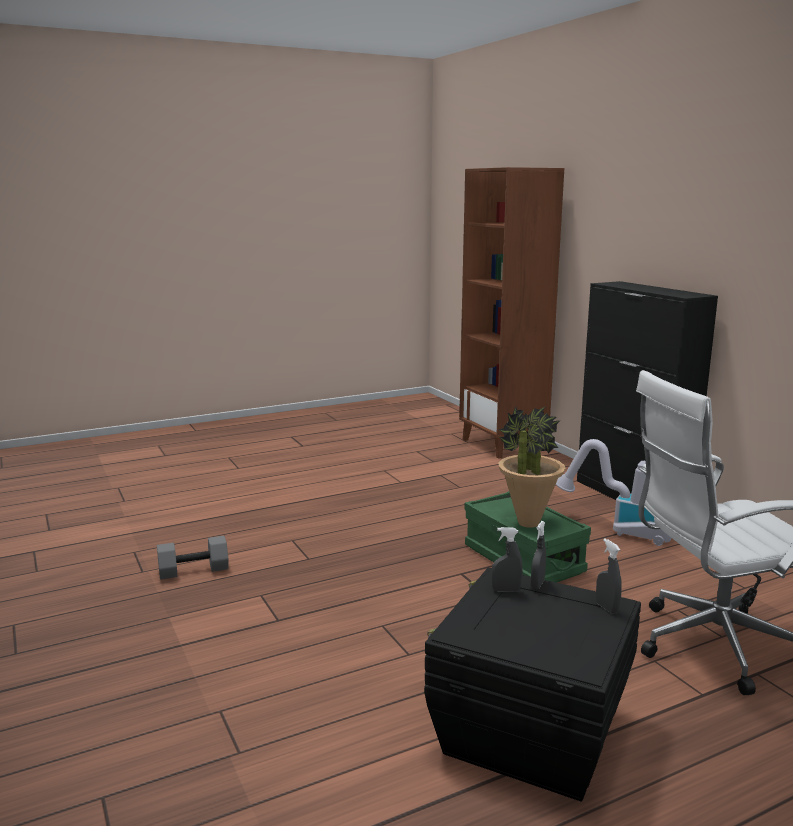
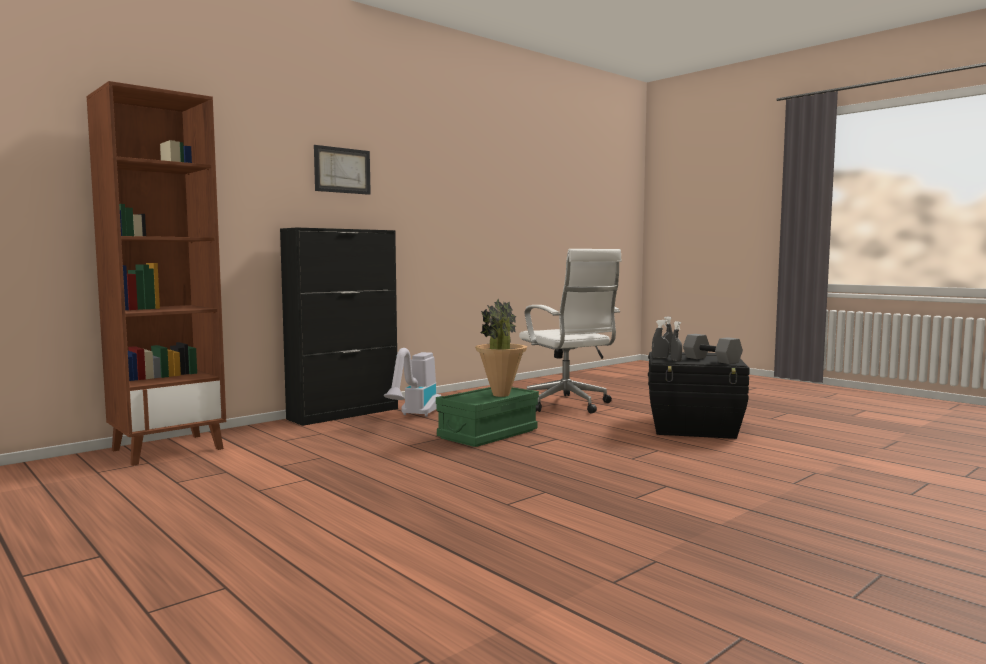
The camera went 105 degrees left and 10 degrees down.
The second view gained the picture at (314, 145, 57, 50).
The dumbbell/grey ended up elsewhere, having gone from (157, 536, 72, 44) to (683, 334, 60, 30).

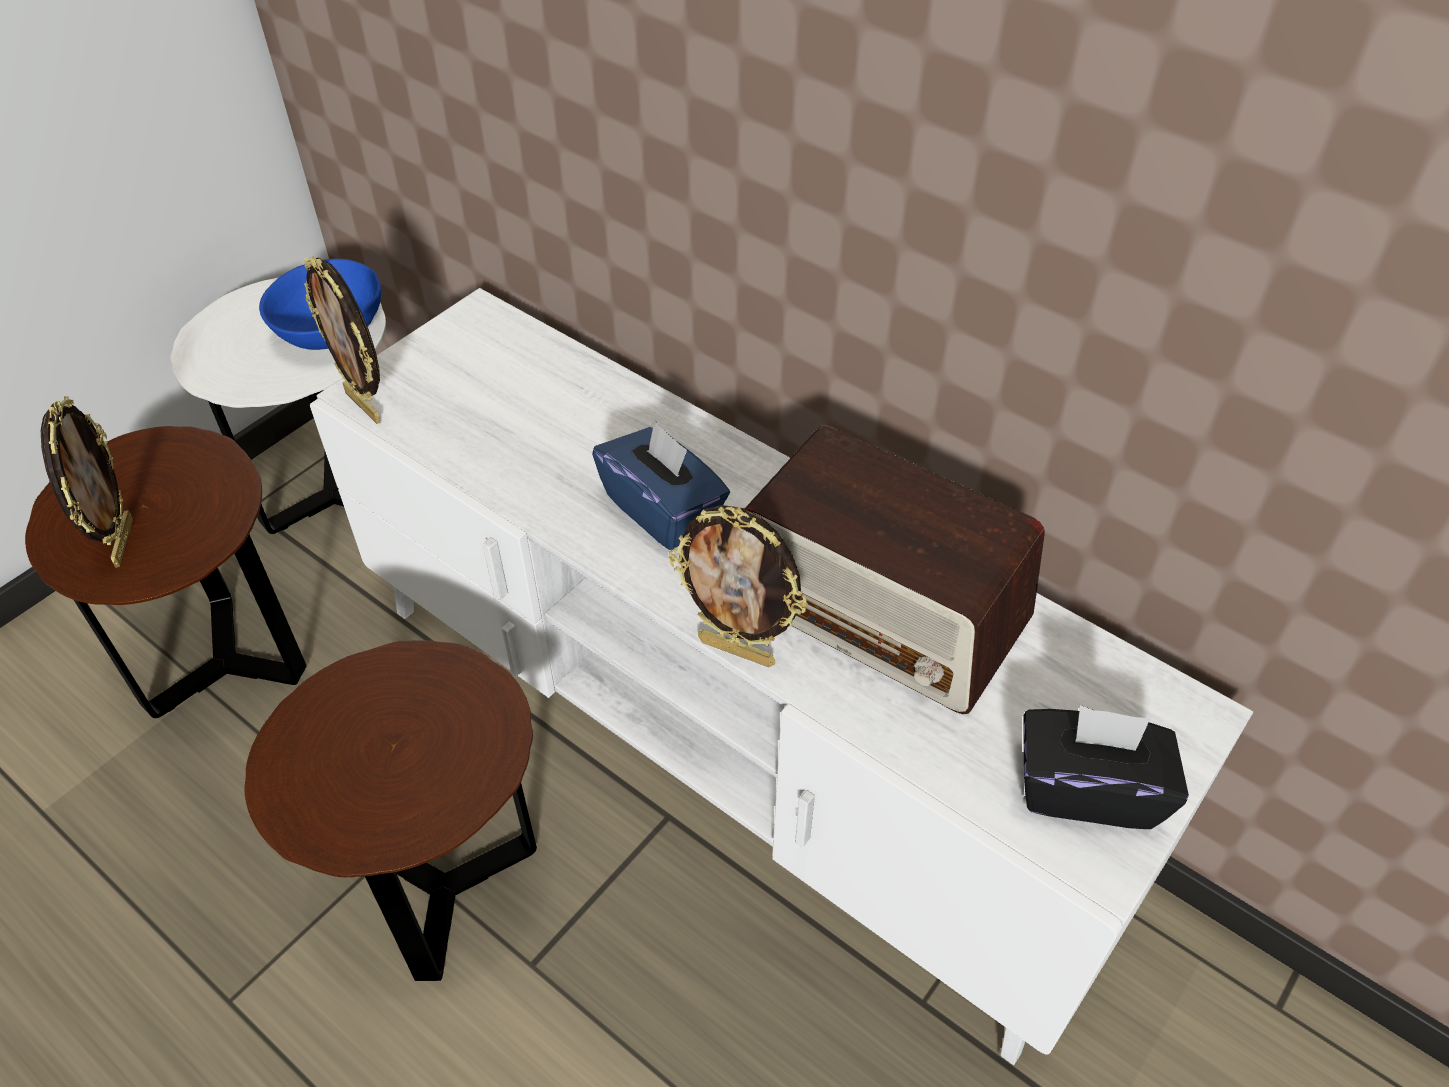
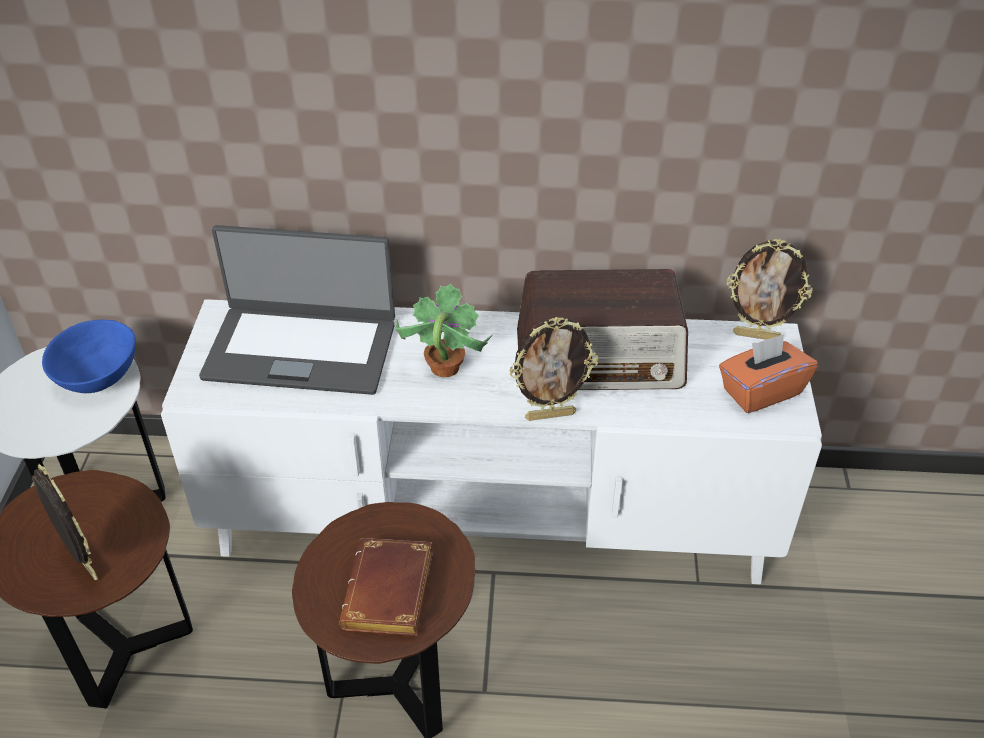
The camera went 35 degrees left and 5 degrees down.
The second view gained the laptop at (199, 225, 196, 170).
The second view gained the book/brown at (339, 538, 95, 98).
Where the tissue box/blue stood at (592, 420, 138, 130), the potted plant came to stand at (396, 284, 97, 93).
What was the tissue box/black at (1023, 705, 166, 124) turned into the tissue box/orange at (719, 334, 99, 79).
The picture frame ended up elsewhere, having gone from (304, 256, 77, 168) to (727, 239, 86, 101).

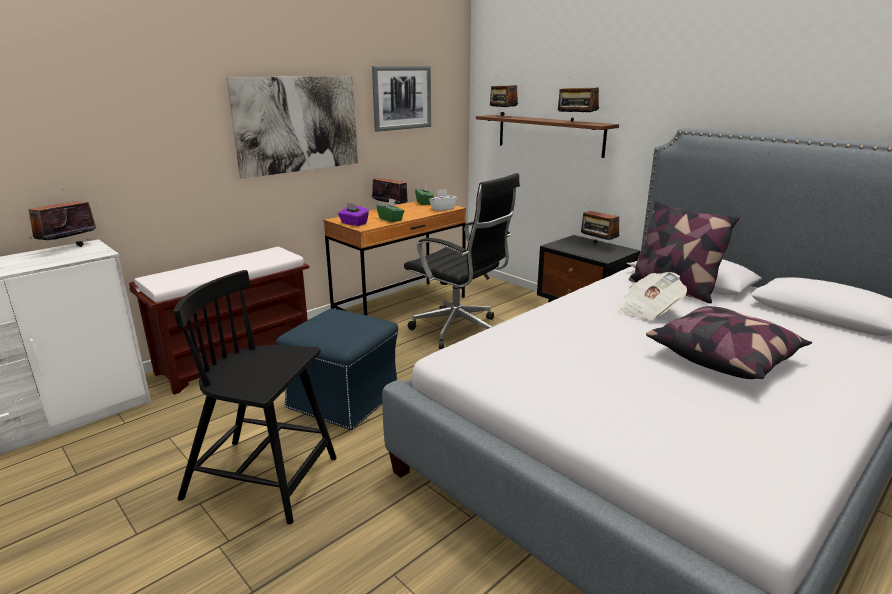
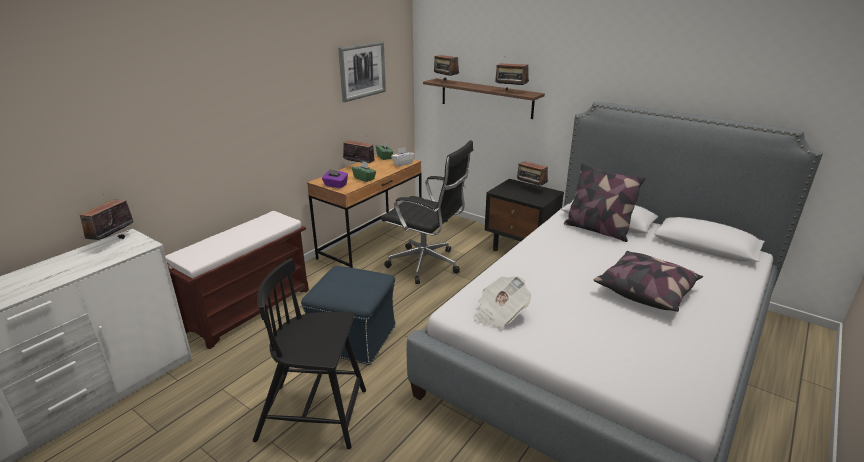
The camera went 10 degrees left and 5 degrees up.
The newspaper ended up elsewhere, having gone from (619, 272, 68, 48) to (473, 276, 58, 52).
The second view lost the picture at (226, 76, 132, 103).

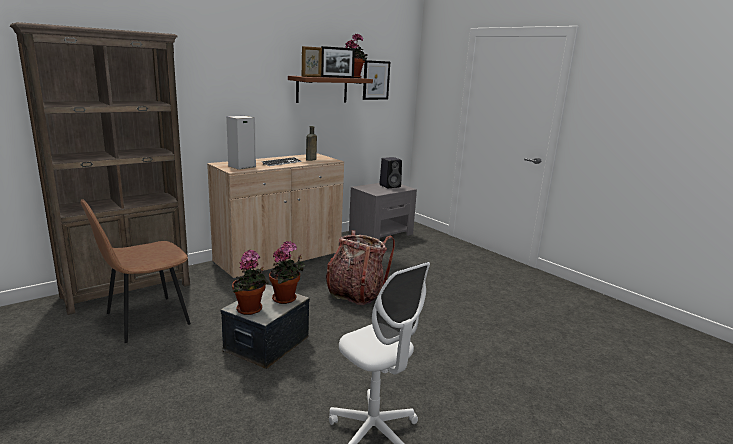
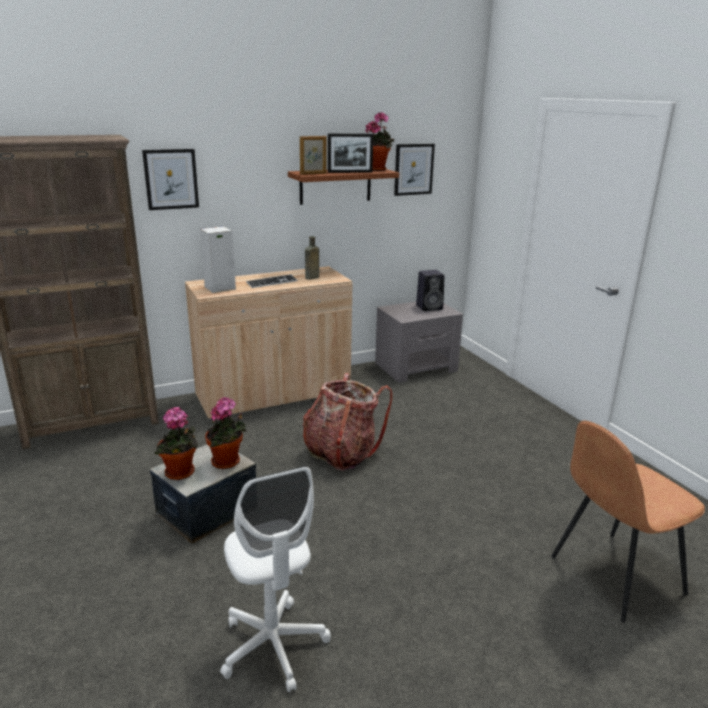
The camera went 15 degrees right and 5 degrees up.
The second view gained the picture at (142, 149, 57, 61).
The chair/brown ended up elsewhere, having gone from (80, 199, 111, 144) to (551, 420, 154, 203).

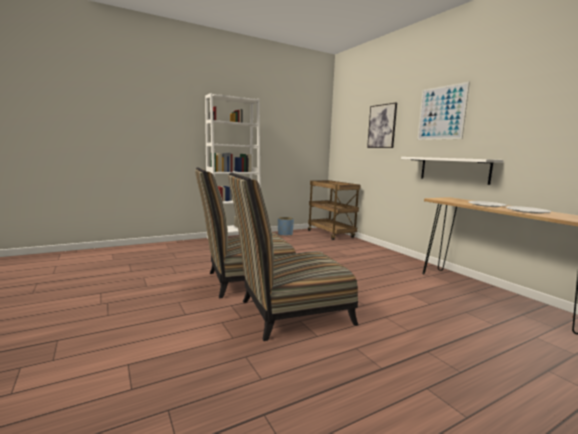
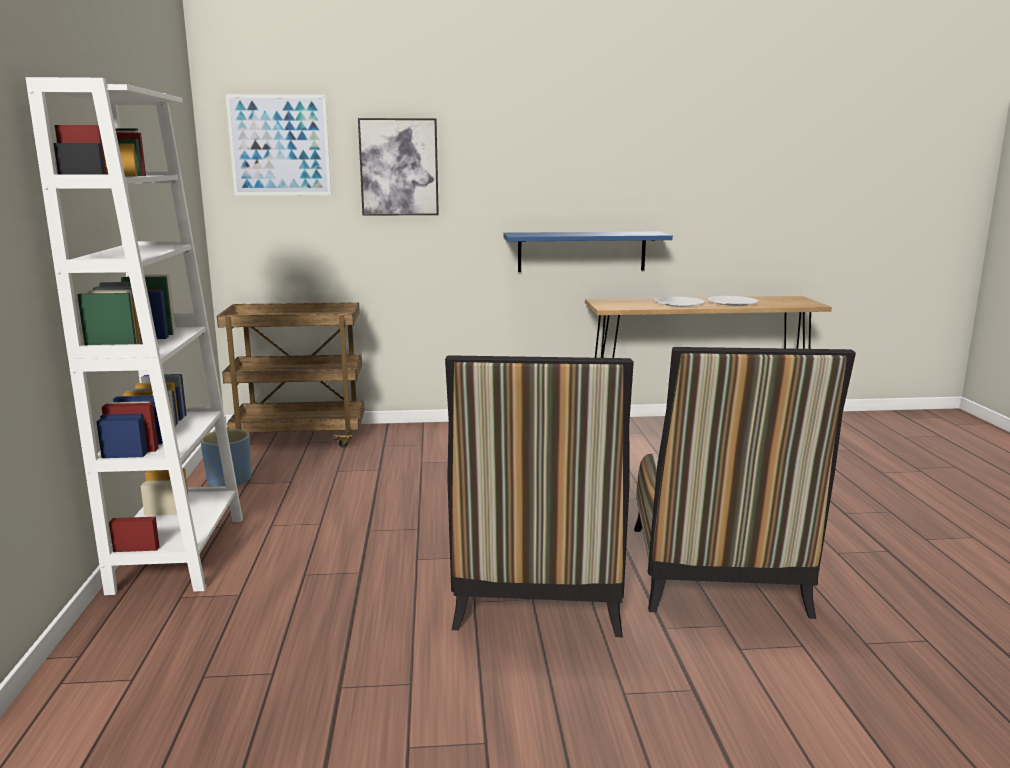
The camera went 65 degrees left and 5 degrees up.
The picture ended up elsewhere, having gone from (417, 82, 53, 58) to (226, 94, 105, 101).
What was the shelf/white at (401, 157, 102, 28) turned into the shelf/blue at (503, 232, 170, 40).

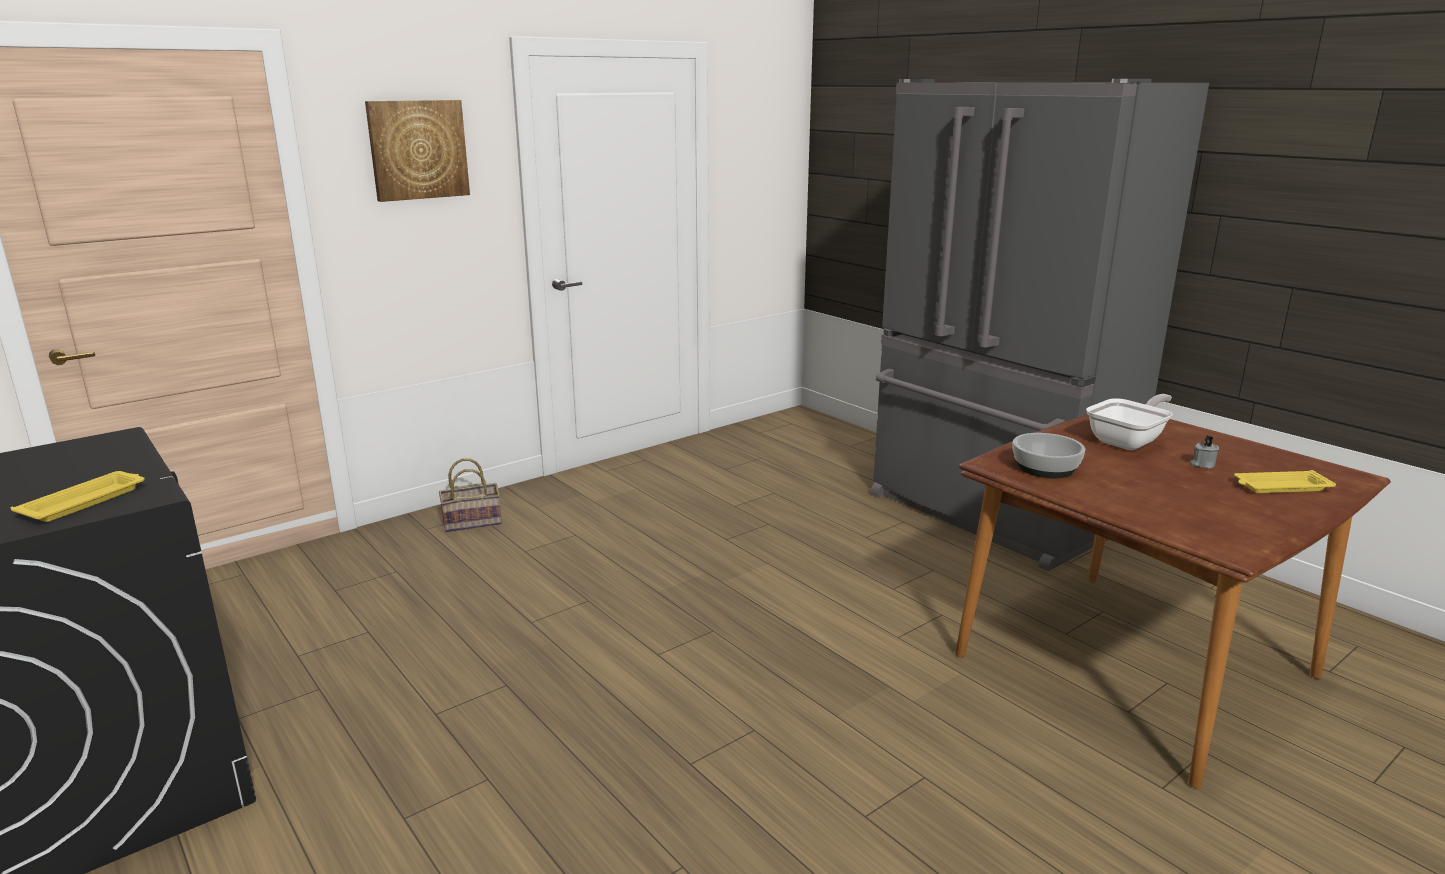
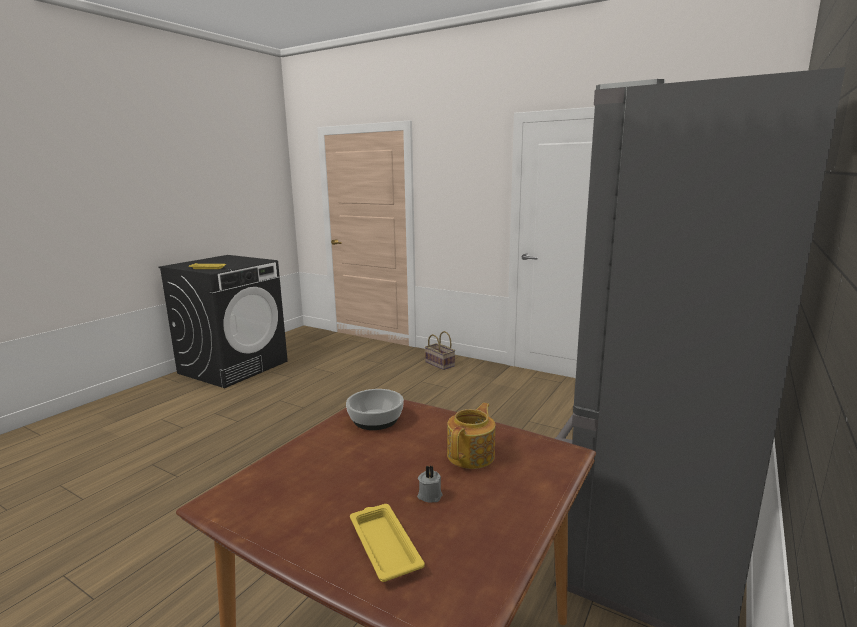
The camera went 70 degrees right and 5 degrees down.
Where the frying pan stood at (1086, 394, 87, 56), the teapot came to stand at (447, 403, 49, 66).
The second view lost the picture at (365, 100, 105, 102).

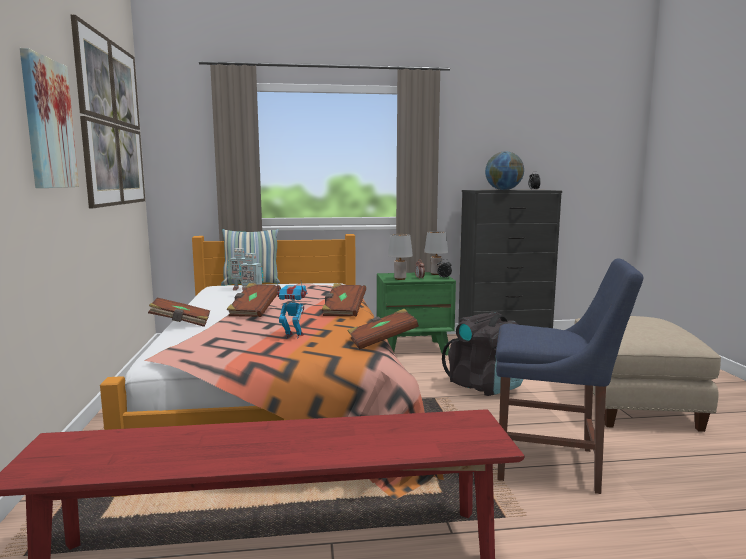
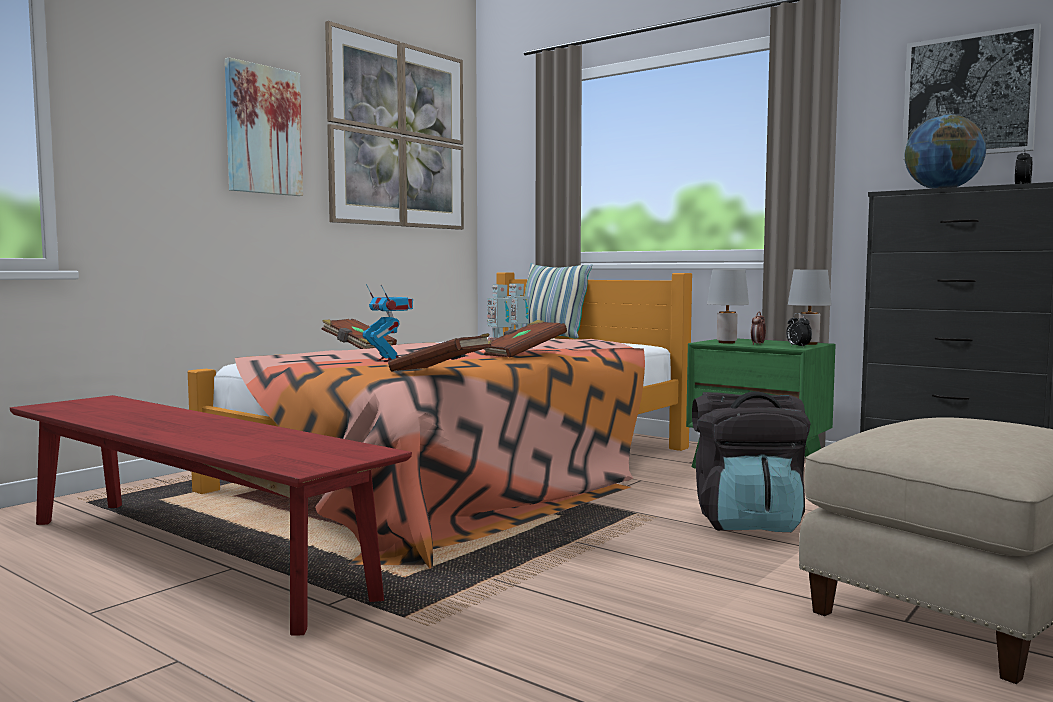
The camera went 45 degrees right and 5 degrees down.
The second view gained the picture at (902, 23, 139, 137).
The second view lost the book/brown at (226, 283, 55, 34).
The second view lost the chair/blue at (496, 259, 147, 235).

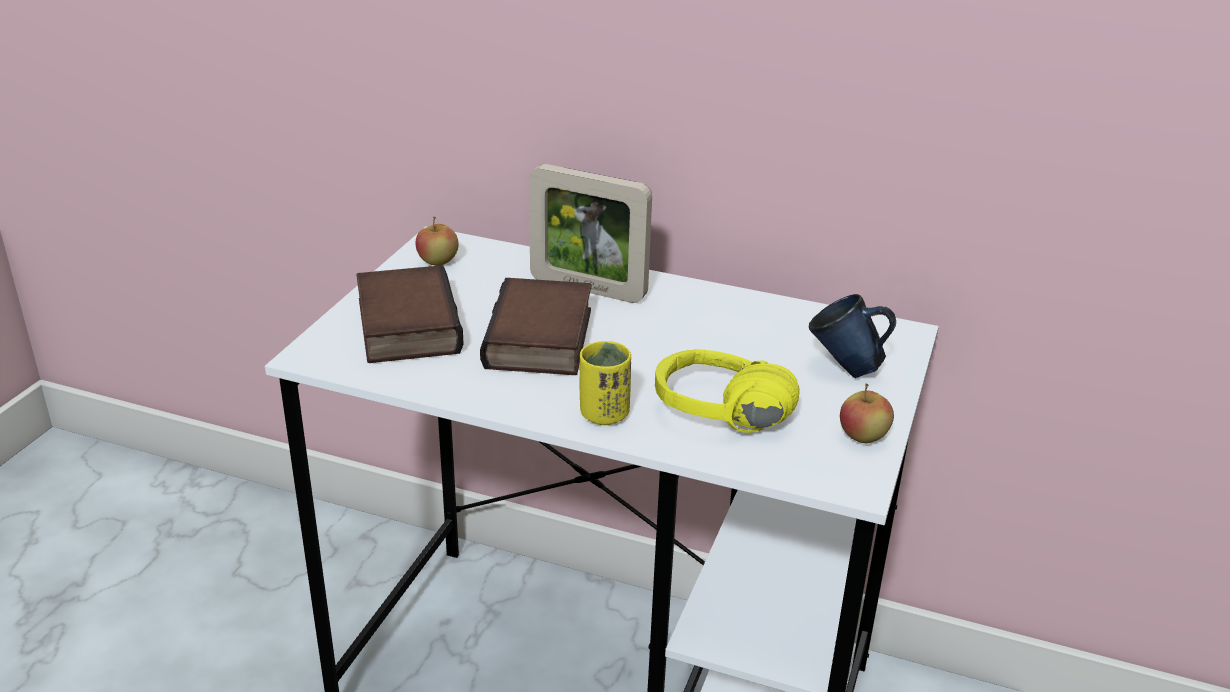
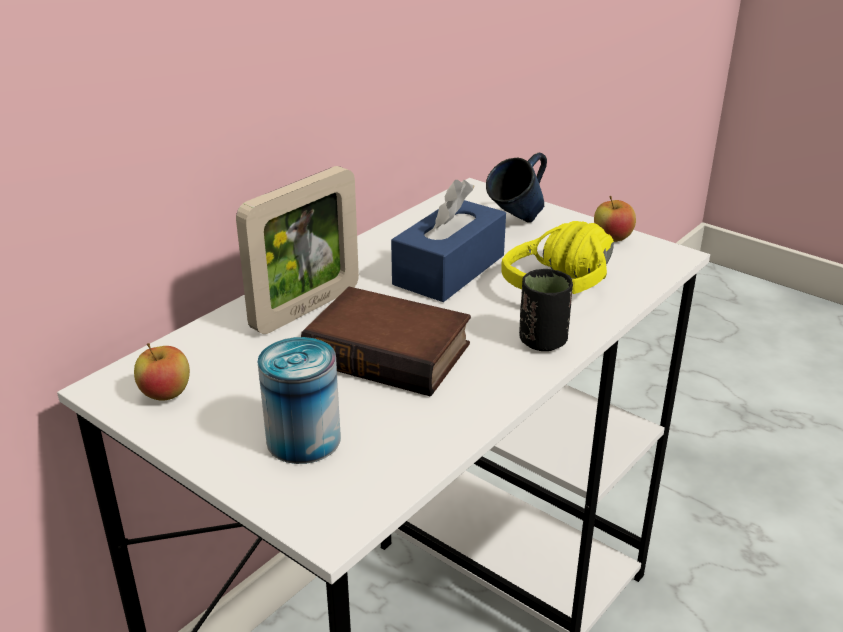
The camera went 70 degrees left and 0 degrees up.
Where the book stood at (356, 265, 107, 98), the can came to stand at (258, 337, 83, 127).
The second view gained the tissue box/blue at (391, 180, 115, 122).
What was the cup/yellow at (580, 341, 51, 84) turned into the cup/black at (519, 269, 54, 82).

